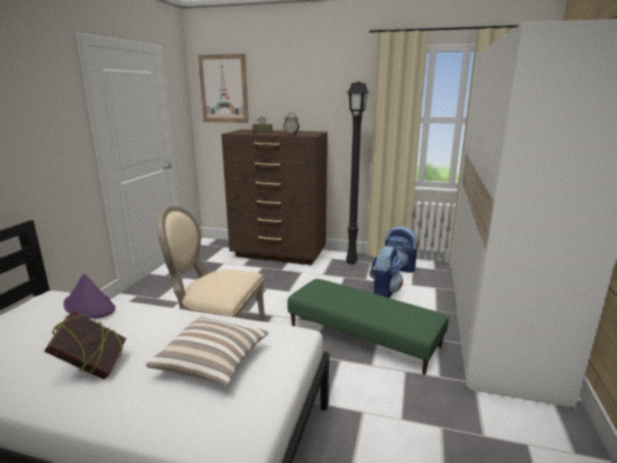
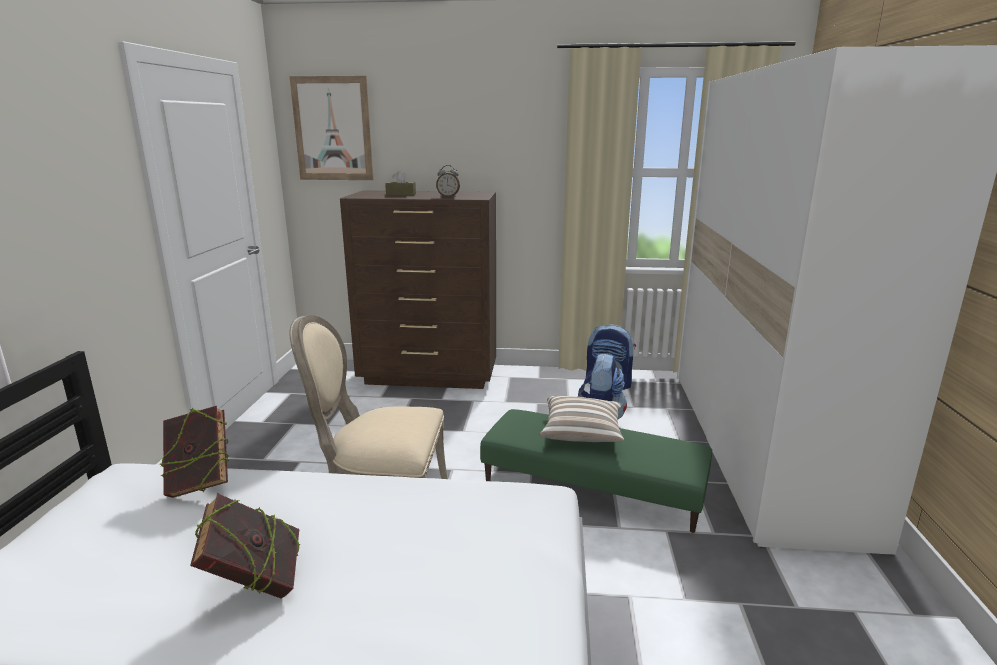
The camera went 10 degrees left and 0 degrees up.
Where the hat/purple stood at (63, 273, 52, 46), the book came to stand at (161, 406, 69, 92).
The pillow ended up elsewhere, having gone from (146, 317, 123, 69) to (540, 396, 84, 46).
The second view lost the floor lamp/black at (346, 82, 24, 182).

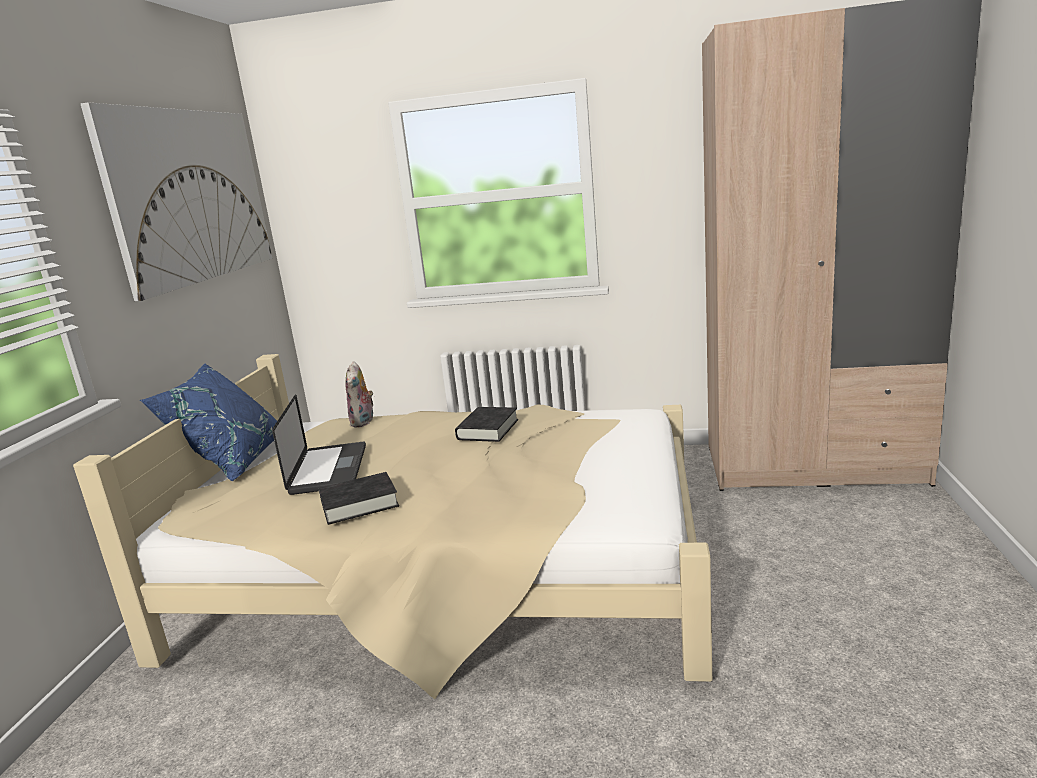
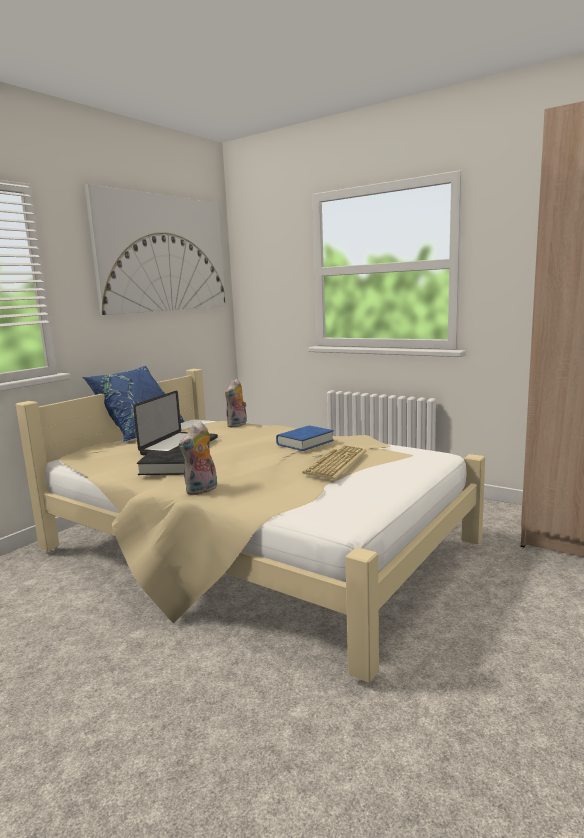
The camera went 25 degrees right and 5 degrees down.
The second view gained the plush toy at (179, 422, 38, 73).
What was the book/black at (455, 407, 63, 35) turned into the book/blue at (276, 425, 58, 26).
The second view gained the keyboard at (302, 445, 65, 35).

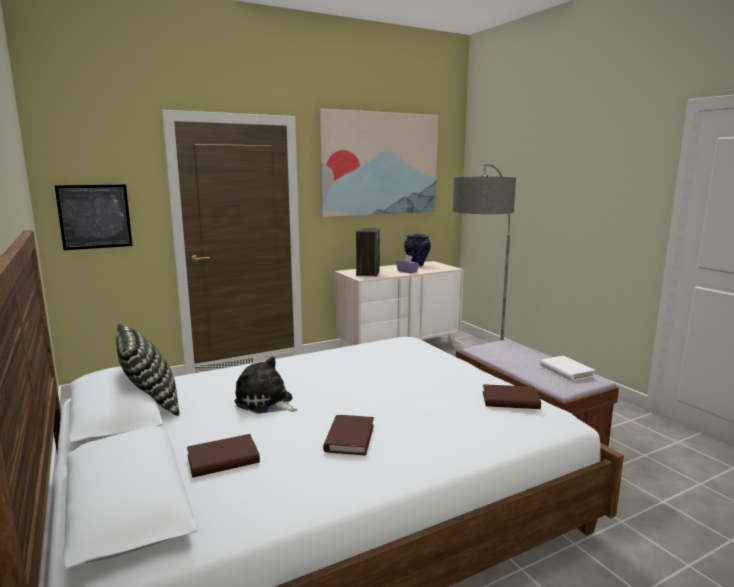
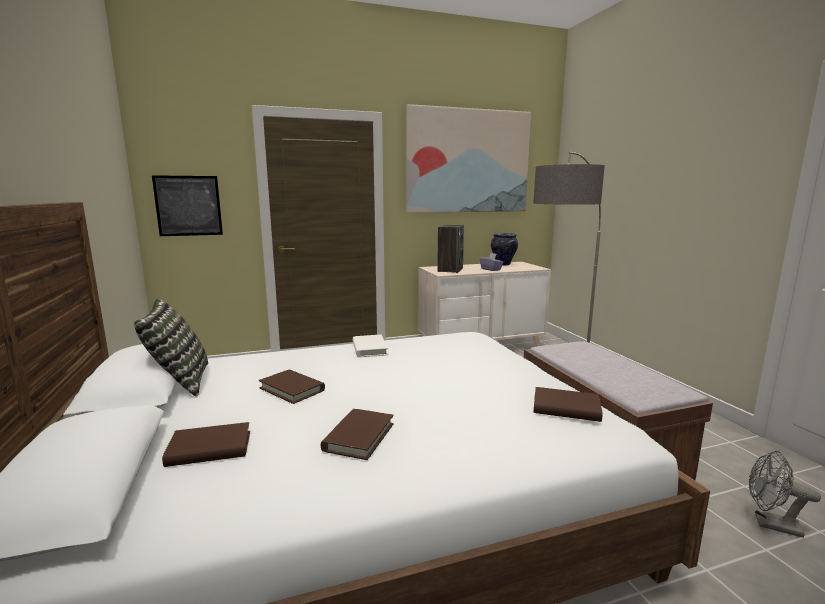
The camera went 10 degrees right and 0 degrees up.
Where the plush toy stood at (234, 356, 63, 58), the book/brown came to stand at (259, 369, 66, 35).
The book/white ended up elsewhere, having gone from (540, 356, 55, 25) to (352, 335, 36, 22).
The second view gained the fan/grey at (749, 451, 72, 87).

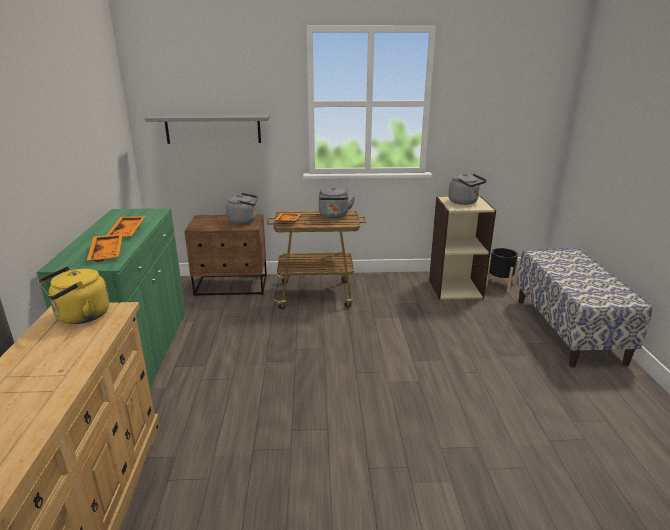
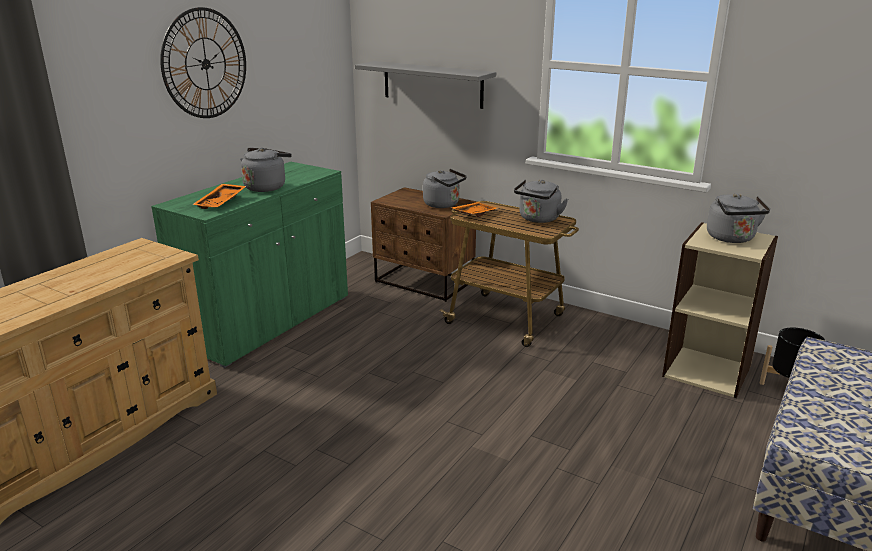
The camera went 35 degrees right and 0 degrees up.
The second view gained the wall clock at (160, 7, 86, 111).
Where the tray/orange stood at (107, 216, 38, 21), the kettle/grey came to stand at (240, 148, 52, 44).
The second view lost the kettle/yellow at (38, 266, 71, 58).

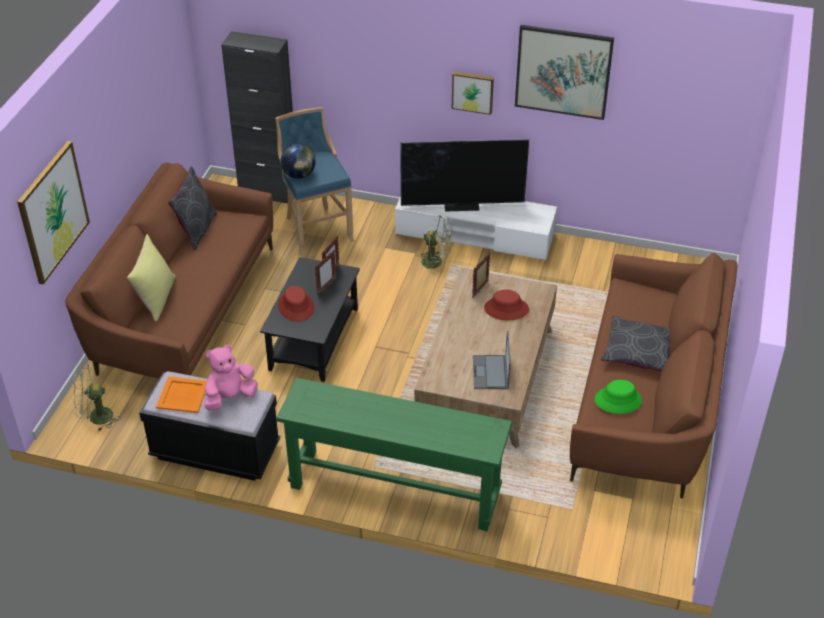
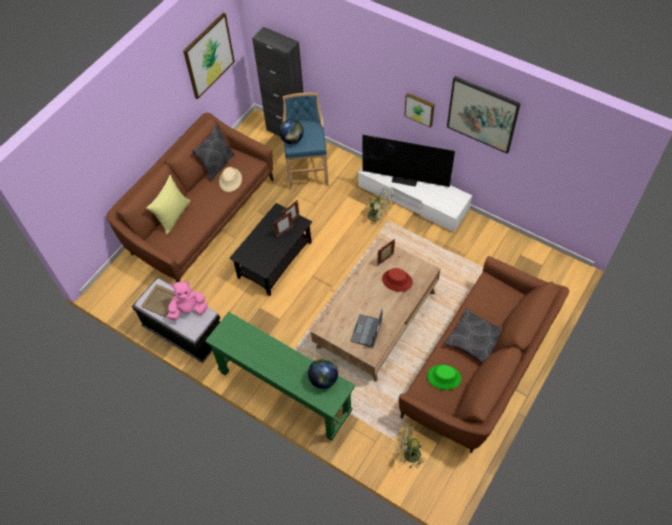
The camera went 20 degrees right and 15 degrees up.
What was the tray/orange at (156, 376, 51, 37) turned into the tray/beige at (141, 284, 34, 33).
The picture ended up elsewhere, having gone from (17, 141, 73, 144) to (183, 12, 52, 87).
The second view gained the hat/beige at (219, 167, 23, 25).
The second view gained the globe at (308, 358, 30, 31).
The fan/green ended up elsewhere, having gone from (74, 365, 47, 66) to (396, 423, 30, 45).
The second view lost the hat/red at (278, 286, 36, 36).

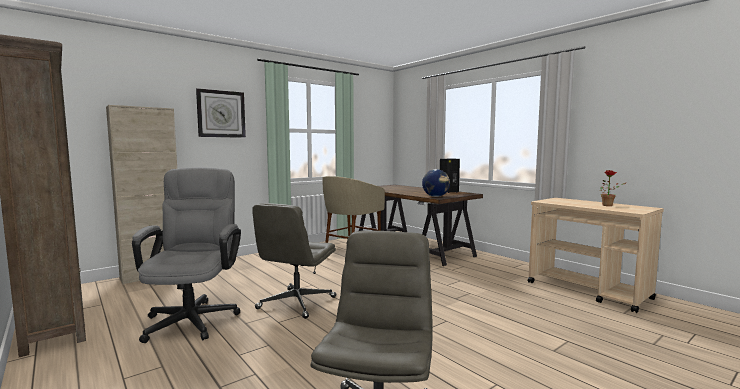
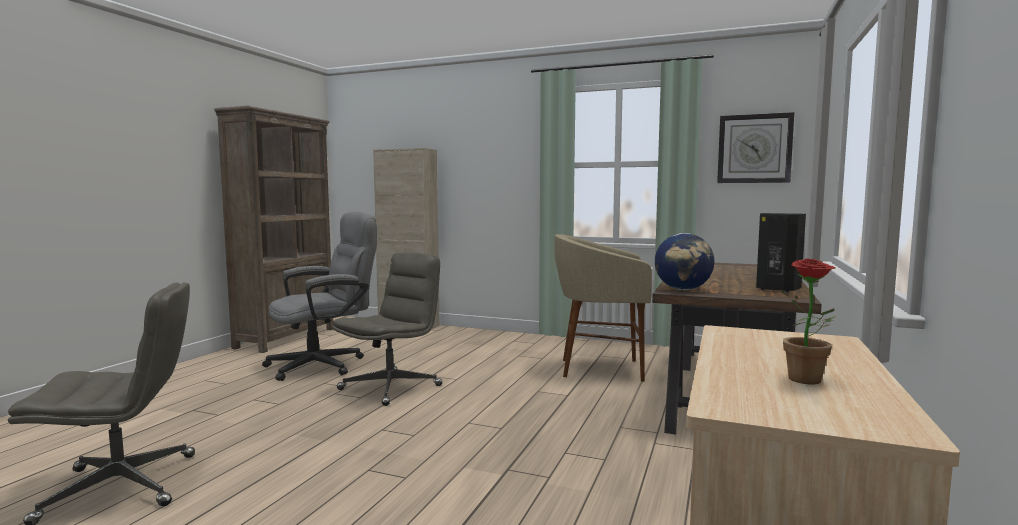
The camera went 60 degrees right and 0 degrees up.
The office chair/grey at (252, 203, 84, 116) ended up facing another way, 135 degrees clockwise from before.
The wall clock ended up elsewhere, having gone from (196, 88, 50, 50) to (717, 112, 77, 71).

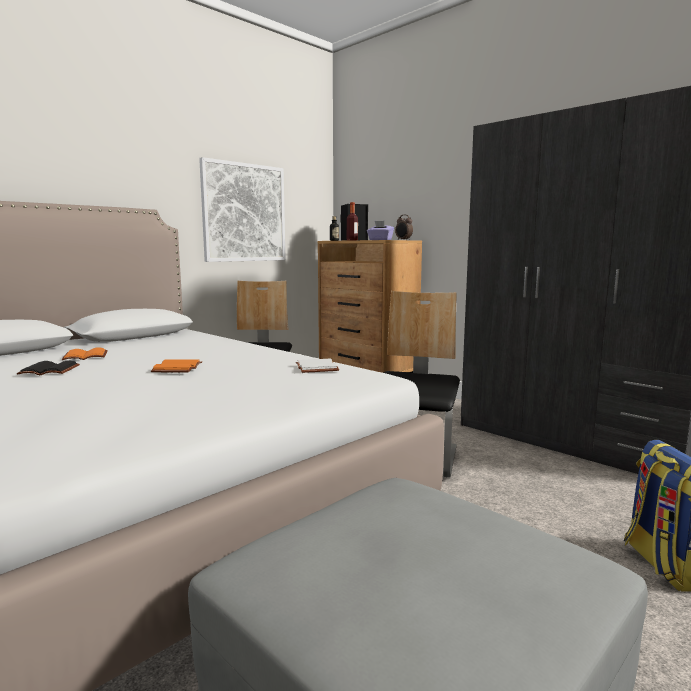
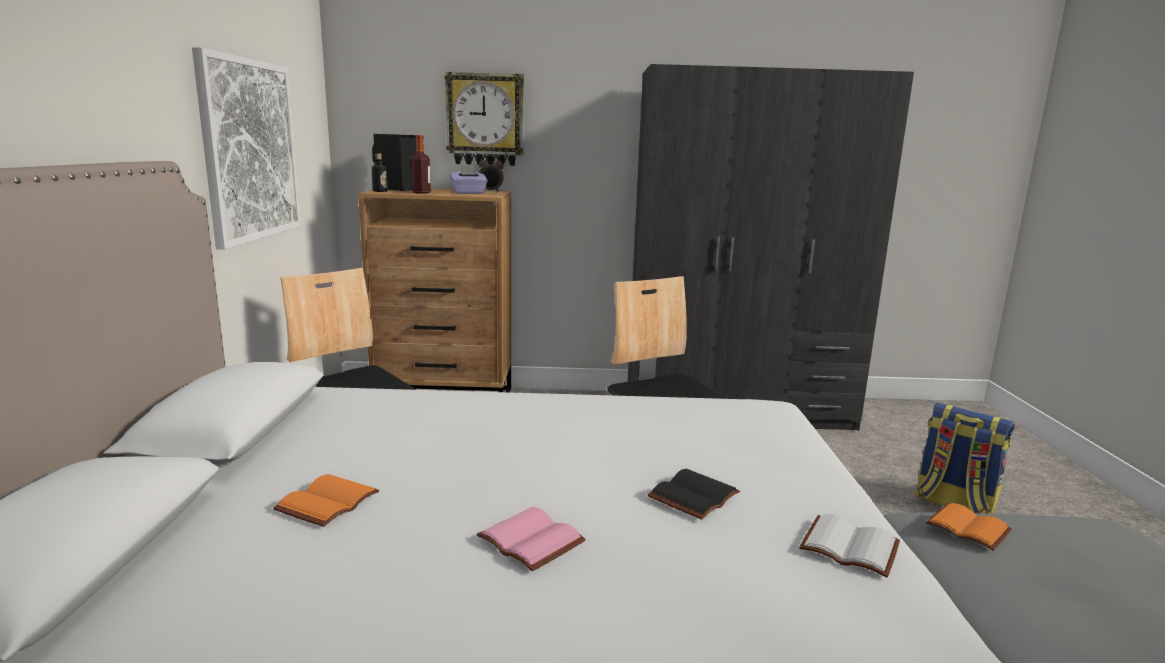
The camera went 45 degrees left and 5 degrees up.
The second view gained the wall clock at (444, 72, 80, 94).
The second view gained the book/pink at (477, 506, 109, 65).
The book/black ended up elsewhere, having gone from (16, 360, 64, 15) to (647, 469, 93, 51).
The book/white ended up elsewhere, having gone from (296, 358, 43, 15) to (799, 514, 101, 64).
The book/orange ended up elsewhere, having gone from (151, 359, 51, 14) to (926, 503, 86, 47).

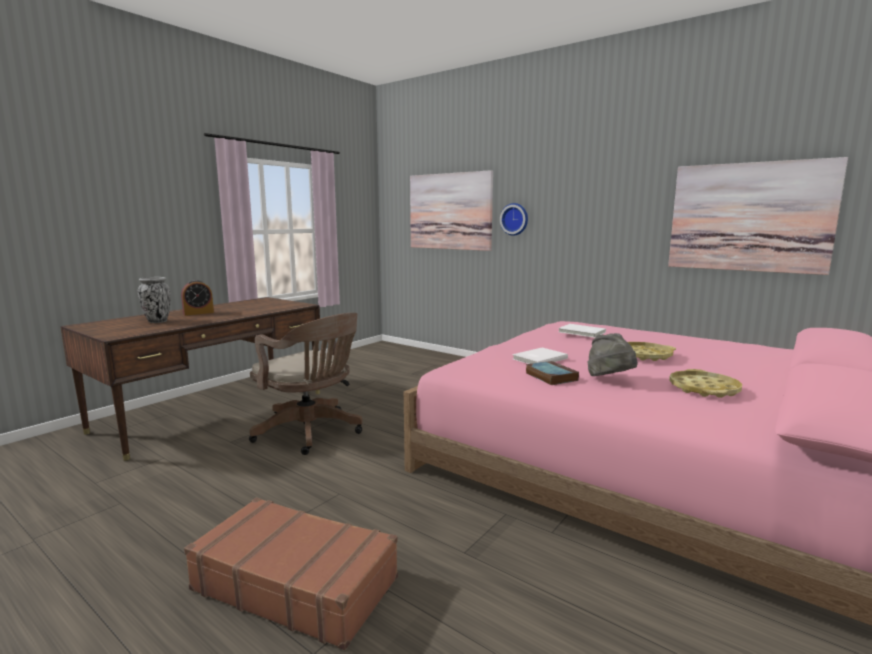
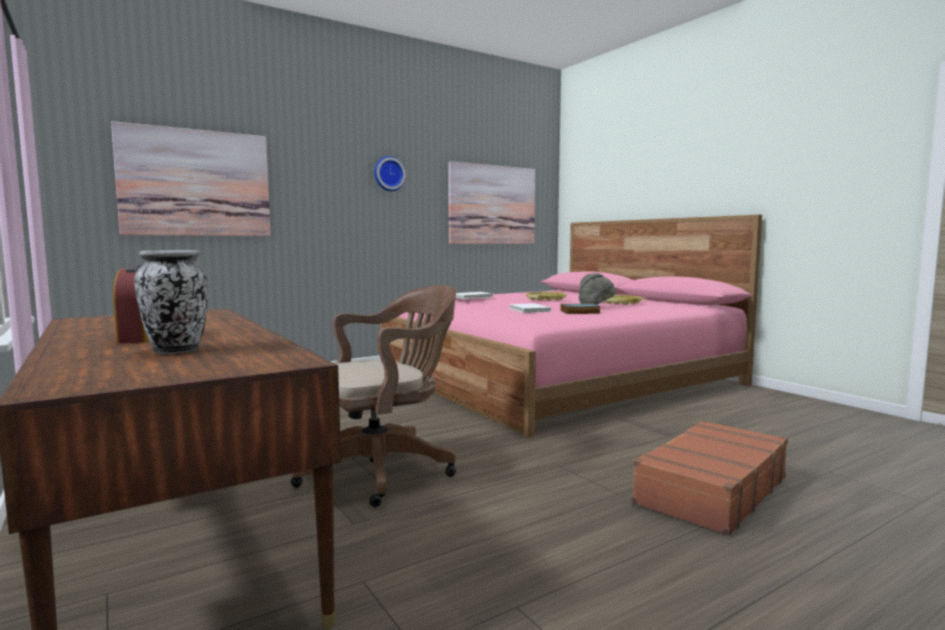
The camera went 70 degrees left and 5 degrees down.
The wall clock ended up elsewhere, having gone from (500, 203, 28, 33) to (374, 156, 32, 35).

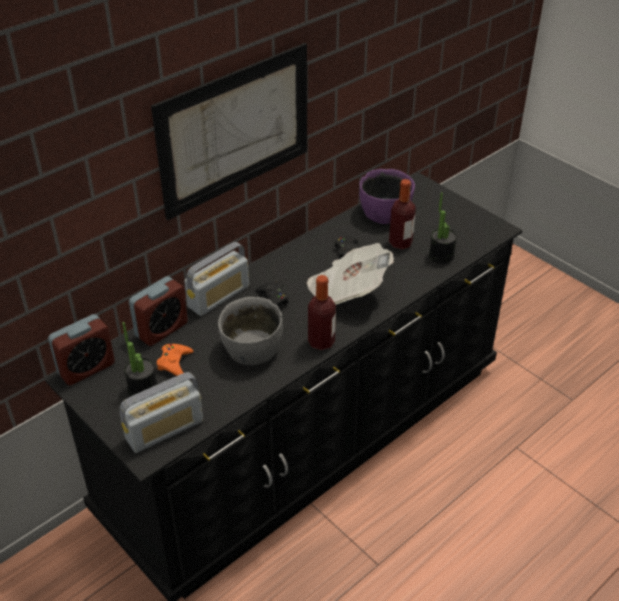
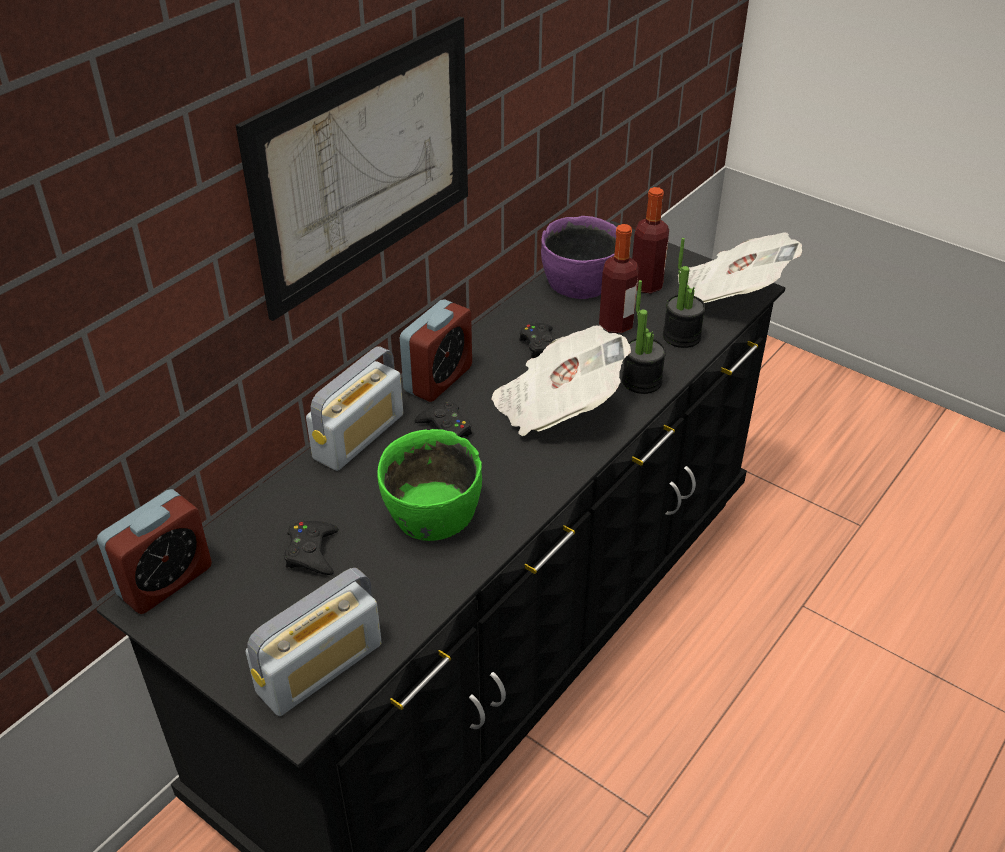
The camera went 10 degrees left and 0 degrees up.
What was the game controller/orange at (157, 344, 36, 32) turned into the game controller/black at (284, 521, 55, 54).
What was the bowl/grey at (218, 297, 65, 68) turned into the bowl/green at (377, 429, 105, 112).
The alarm clock ended up elsewhere, having gone from (129, 276, 59, 70) to (400, 299, 72, 103).
The potted plant ended up elsewhere, having gone from (122, 322, 36, 74) to (622, 280, 44, 114).
The bottle ended up elsewhere, having gone from (308, 275, 28, 75) to (632, 187, 37, 106).
The second view gained the newspaper at (678, 233, 124, 70).

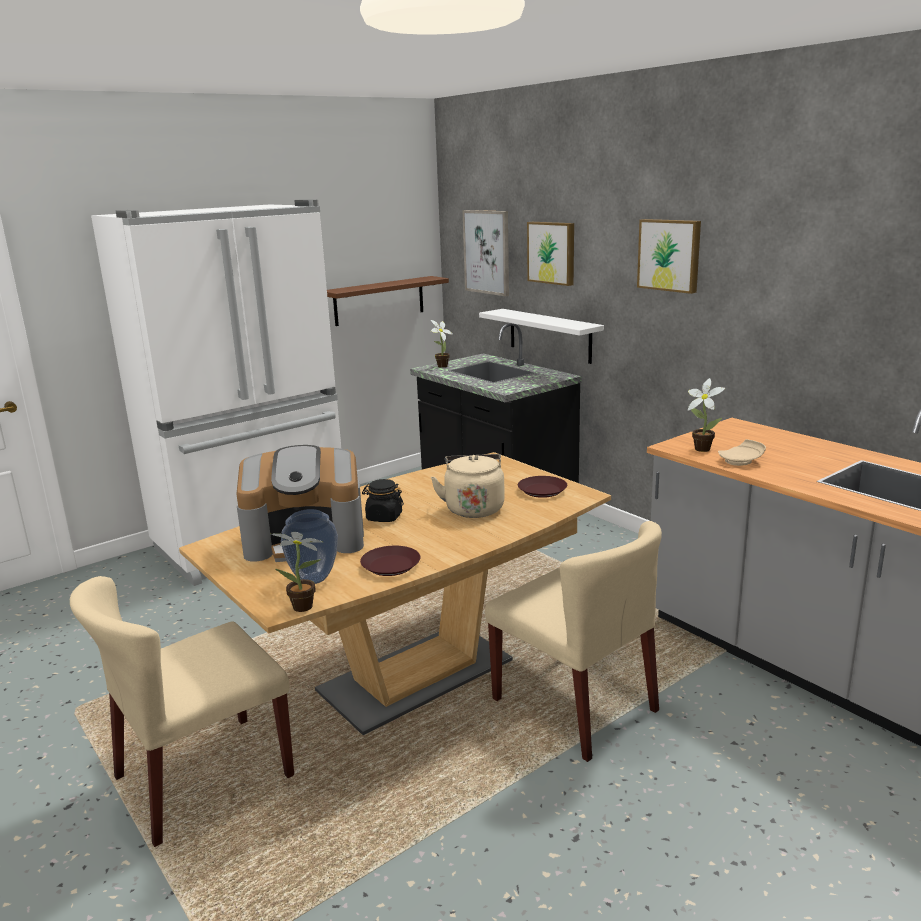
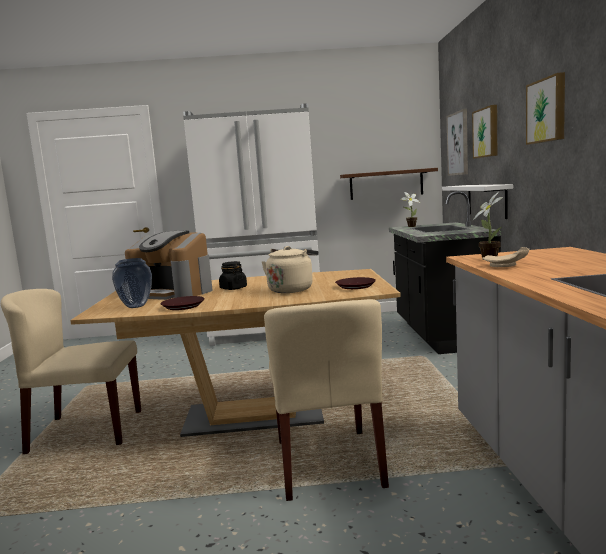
The camera went 35 degrees right and 10 degrees down.
The second view lost the potted plant at (271, 532, 51, 80).

